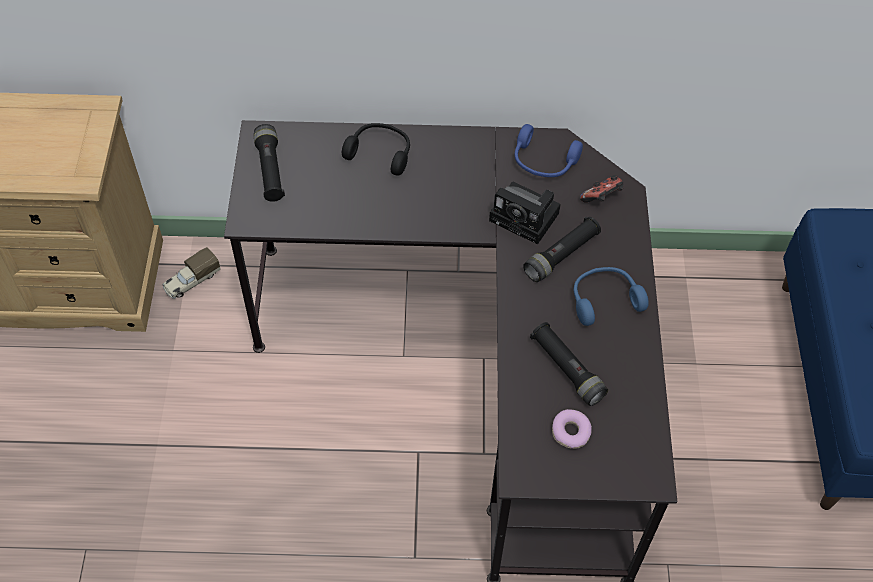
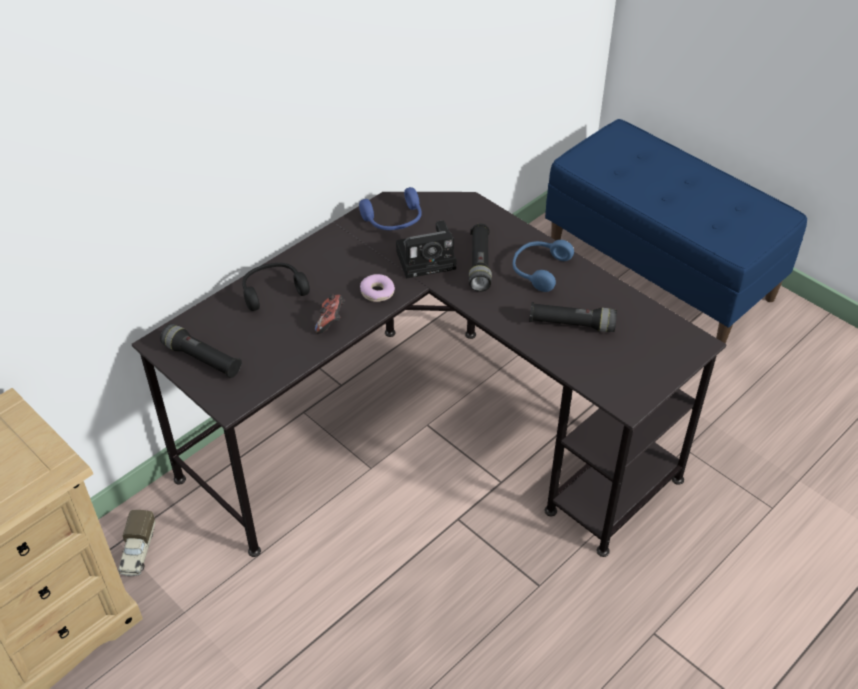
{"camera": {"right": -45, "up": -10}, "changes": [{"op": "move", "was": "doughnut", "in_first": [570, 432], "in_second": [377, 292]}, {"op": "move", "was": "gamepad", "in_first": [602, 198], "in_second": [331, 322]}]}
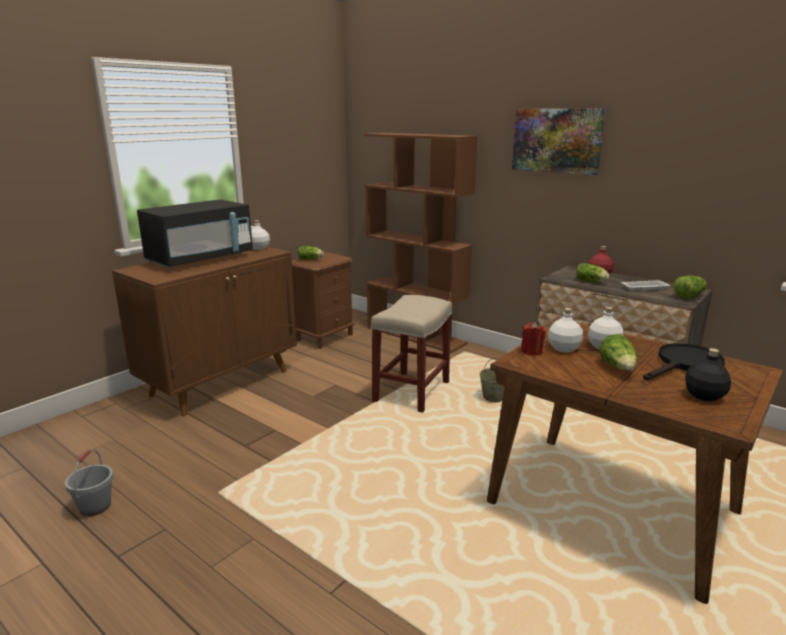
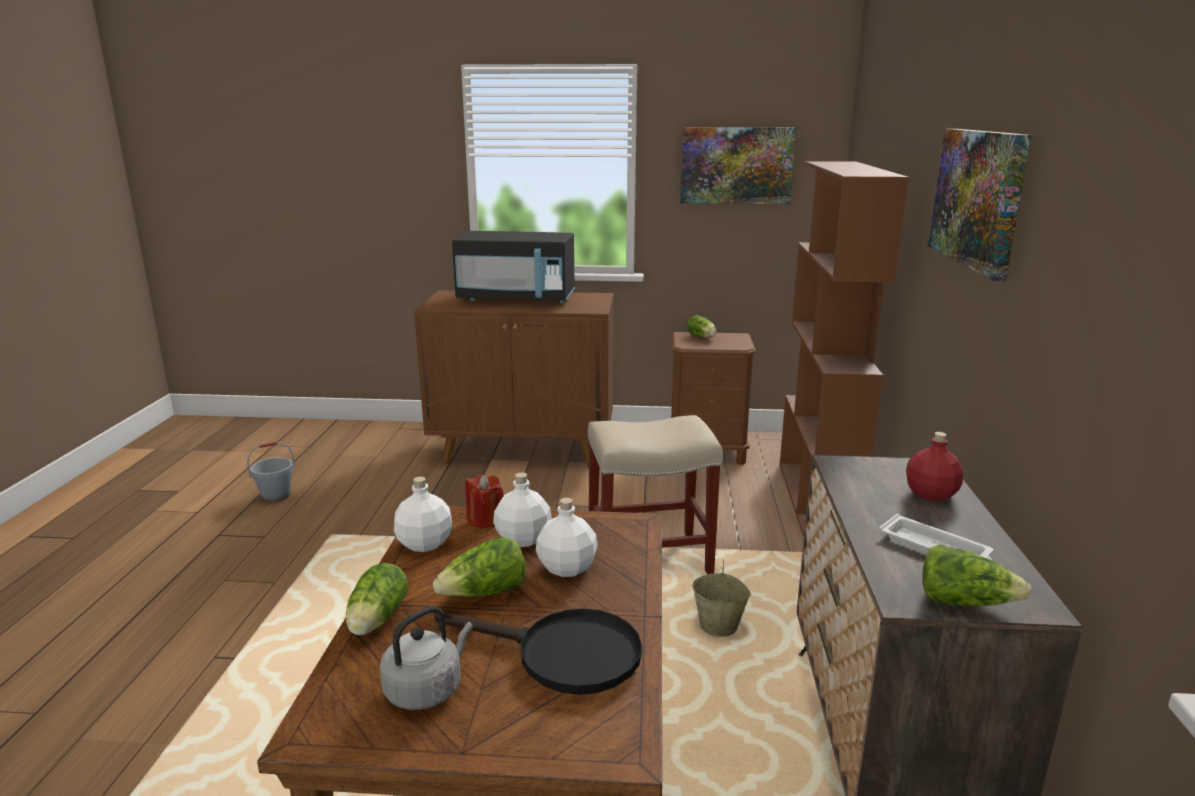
{"camera": {"right": 55, "up": 0}, "changes": [{"op": "move", "was": "bottle/whitish", "in_first": [259, 248], "in_second": [425, 544]}, {"op": "move", "was": "lettuce", "in_first": [591, 282], "in_second": [376, 621]}, {"op": "replace", "was": "bottle/black-coloured", "now": "tea kettle/gray", "in_first": [703, 395], "in_second": [426, 689]}, {"op": "insert", "now": "wall picture", "in_second": [736, 165]}]}
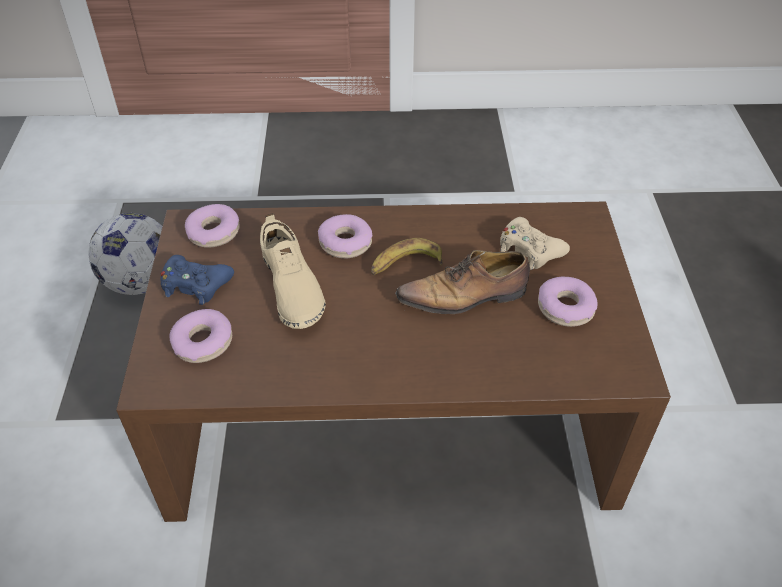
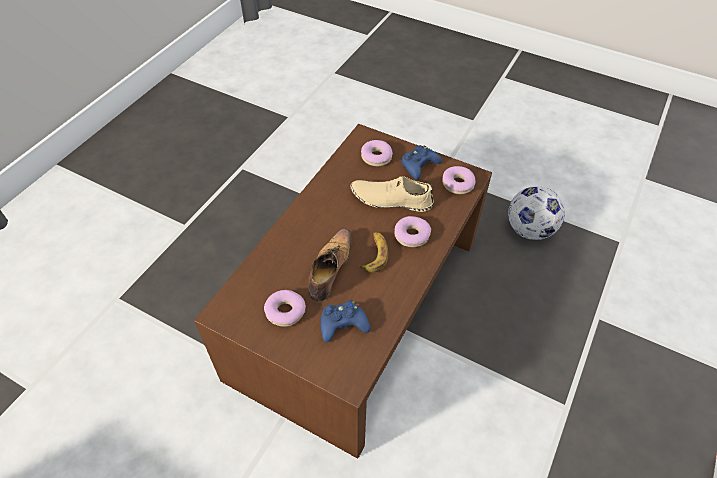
{"camera": {"right": 120, "up": 5}, "changes": [{"op": "recolor", "was": "gamepad/beige", "now": "gamepad/bluish", "in_first": [529, 250], "in_second": [343, 324]}]}
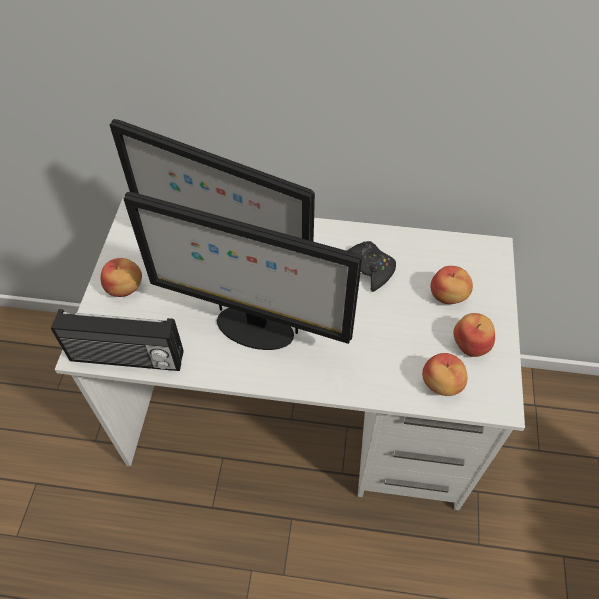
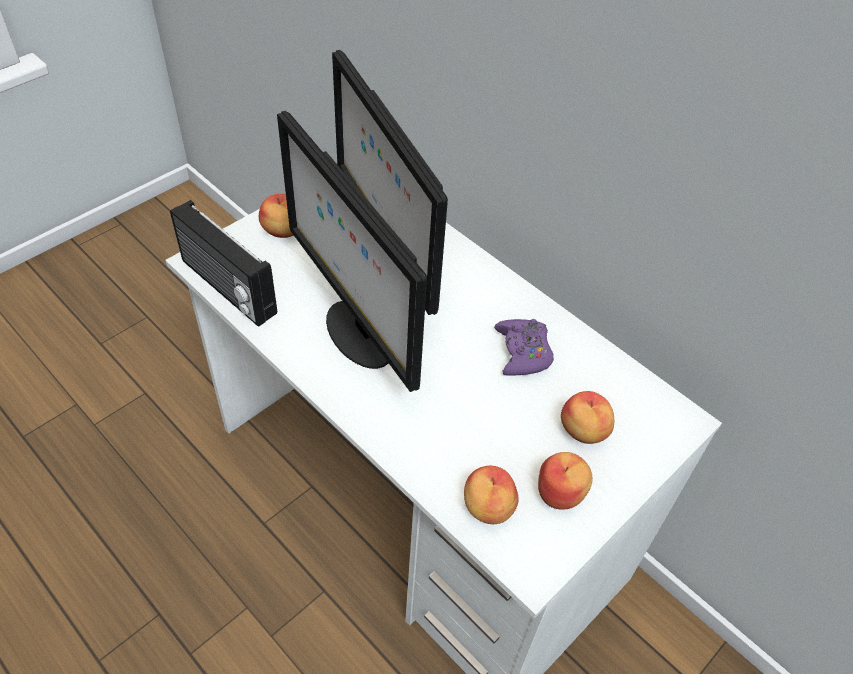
{"camera": {"right": 35, "up": -5}, "changes": [{"op": "recolor", "was": "gamepad/black-coloured", "now": "gamepad/purple-coloured", "in_first": [368, 269], "in_second": [522, 352]}]}
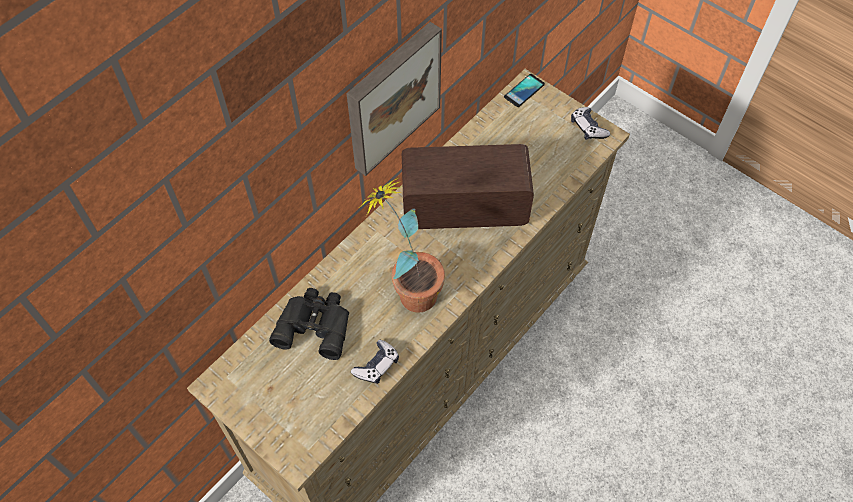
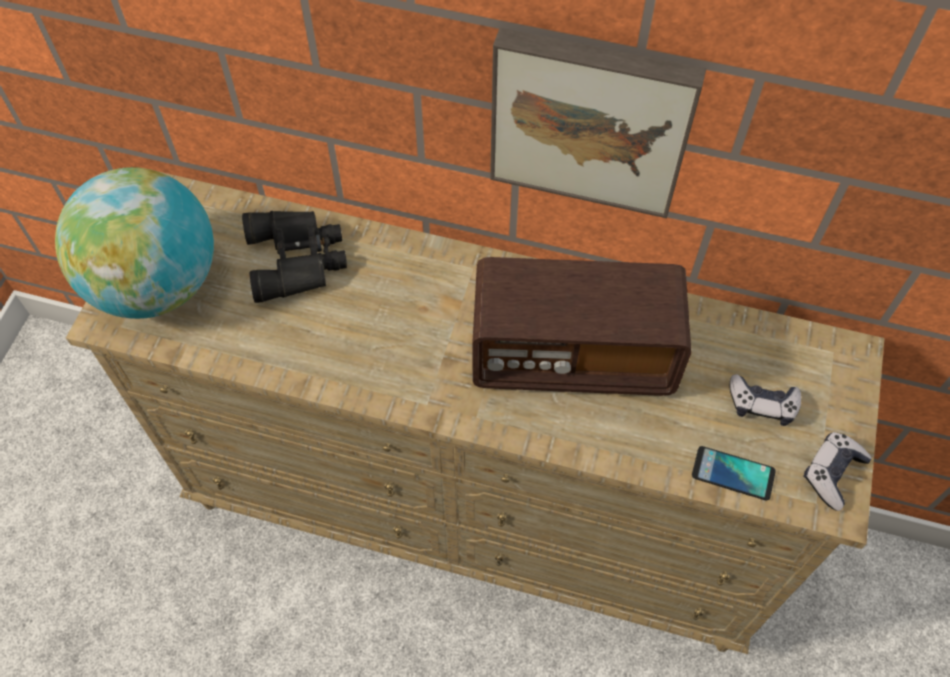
{"camera": {"right": 65, "up": 0}, "changes": [{"op": "move", "was": "gamepad", "in_first": [376, 365], "in_second": [762, 404]}, {"op": "delete", "was": "potted plant", "in_first": [408, 289]}, {"op": "rotate", "was": "radio set", "in_first": [464, 207], "in_second": [572, 356], "clockwise": 120}, {"op": "move", "was": "phone", "in_first": [524, 91], "in_second": [733, 473]}, {"op": "insert", "now": "globe", "in_second": [157, 284]}]}
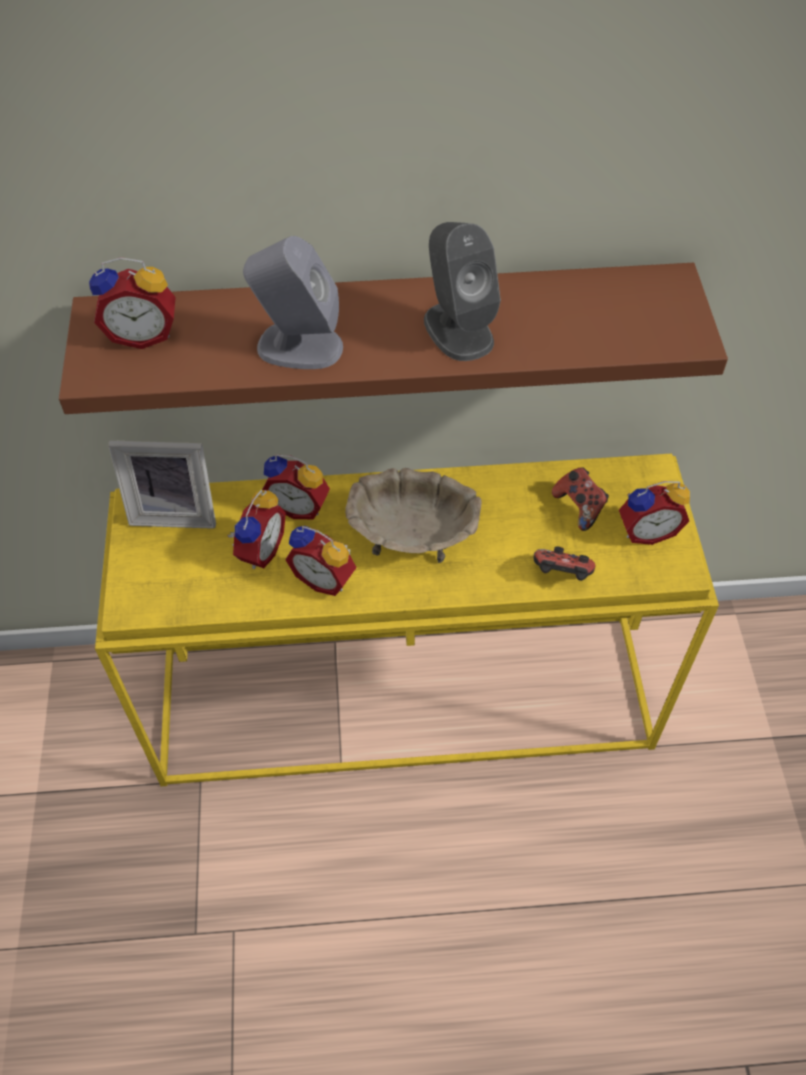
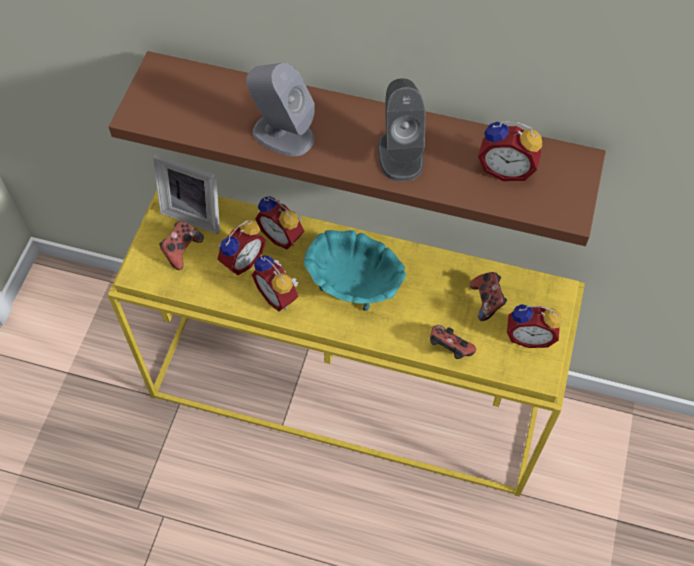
{"camera": {"right": 20, "up": 5}, "changes": [{"op": "move", "was": "bedside clock", "in_first": [143, 334], "in_second": [506, 168]}, {"op": "recolor", "was": "bowl/beige", "now": "bowl/blue-green", "in_first": [413, 535], "in_second": [354, 284]}, {"op": "insert", "now": "gamepad", "in_second": [182, 250]}]}
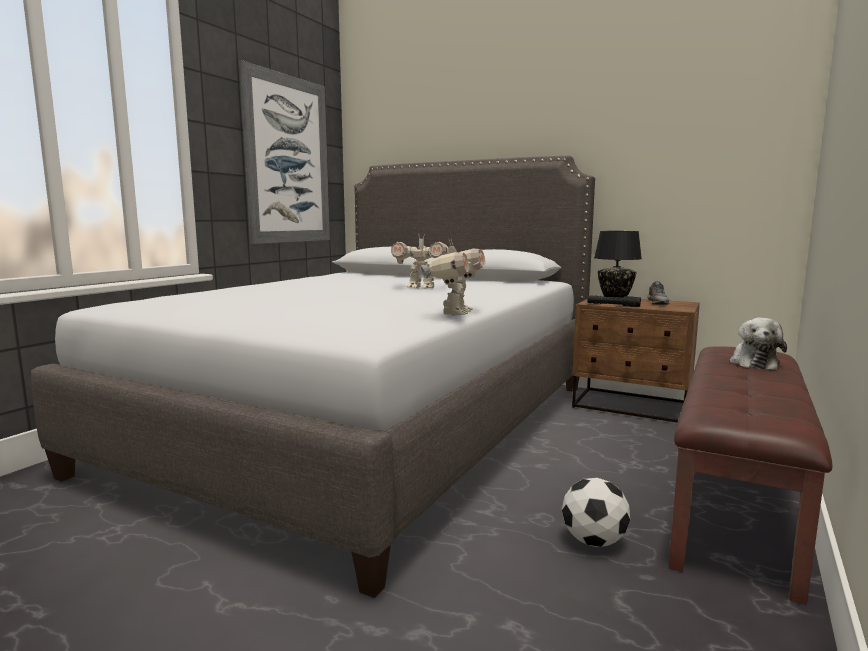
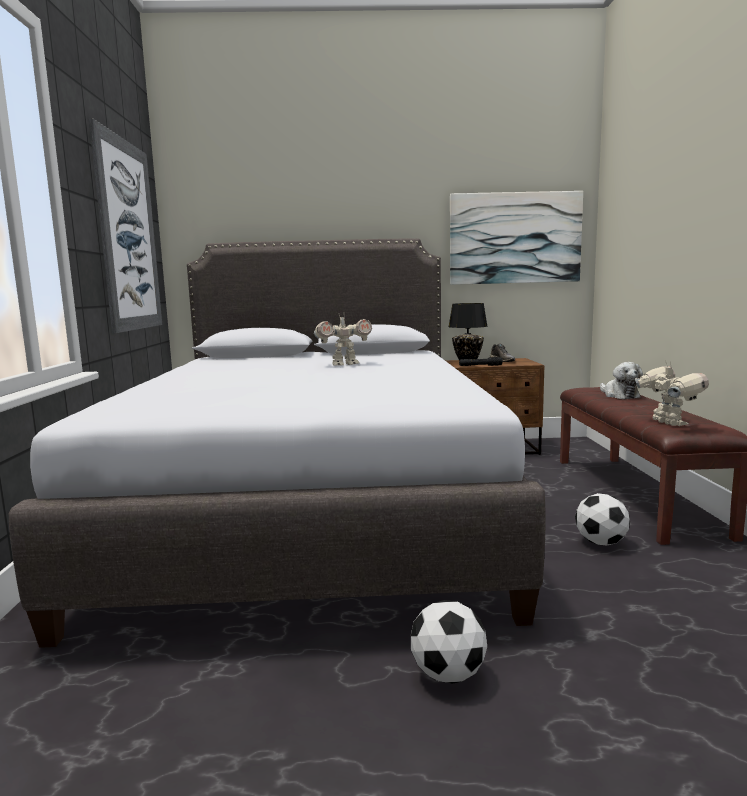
{"camera": {"right": -30, "up": 0}, "changes": [{"op": "move", "was": "robot figure", "in_first": [454, 313], "in_second": [667, 423]}, {"op": "insert", "now": "ball for football", "in_second": [448, 674]}, {"op": "insert", "now": "wall picture", "in_second": [514, 238]}]}
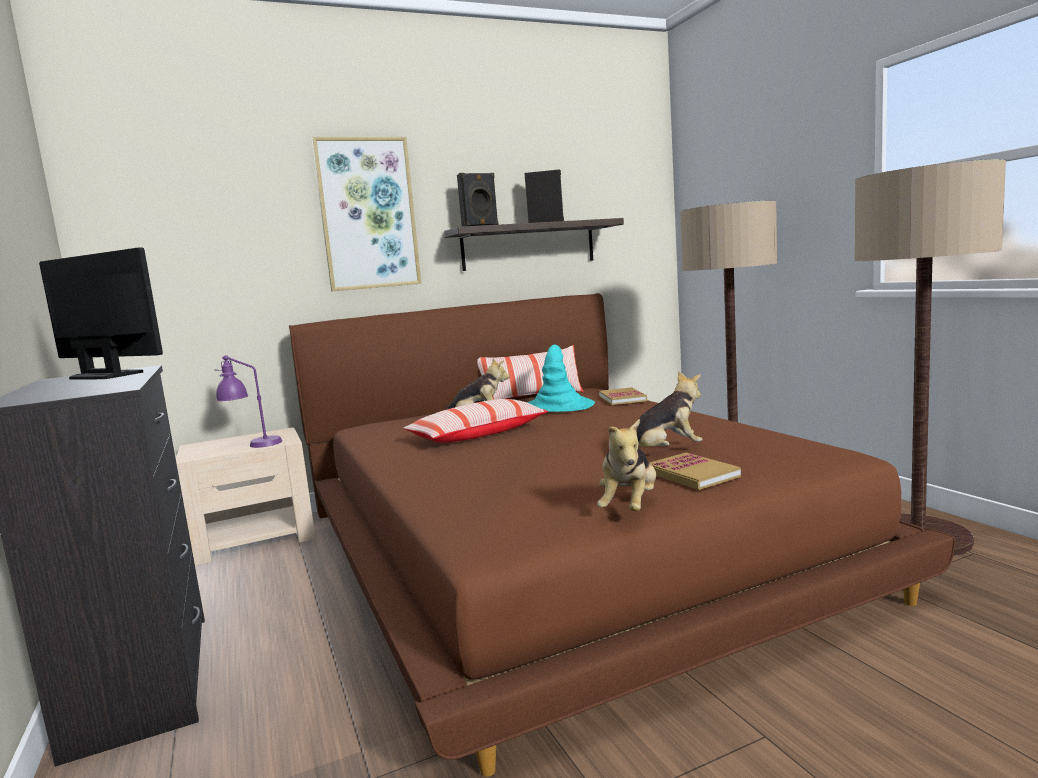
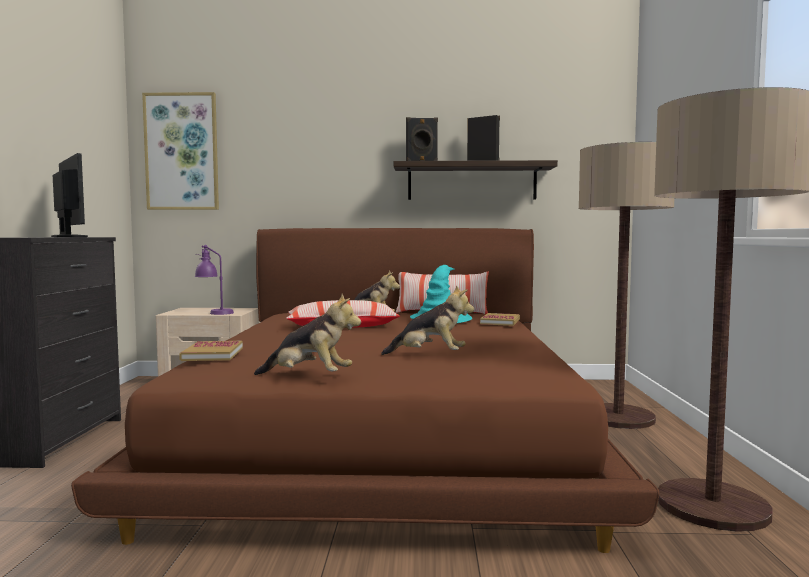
{"camera": {"right": 25, "up": -5}, "changes": [{"op": "move", "was": "wall picture", "in_first": [368, 214], "in_second": [182, 152]}, {"op": "rotate", "was": "soft toy", "in_first": [630, 507], "in_second": [309, 377], "clockwise": -120}, {"op": "move", "was": "book", "in_first": [691, 474], "in_second": [212, 354]}]}
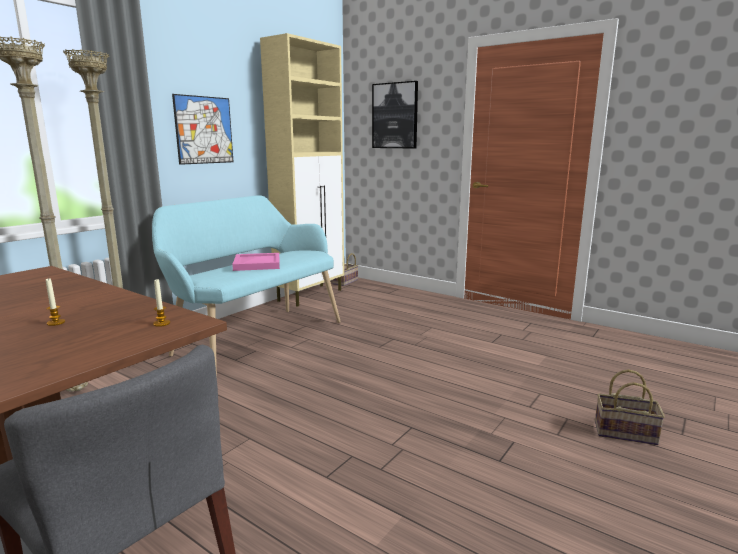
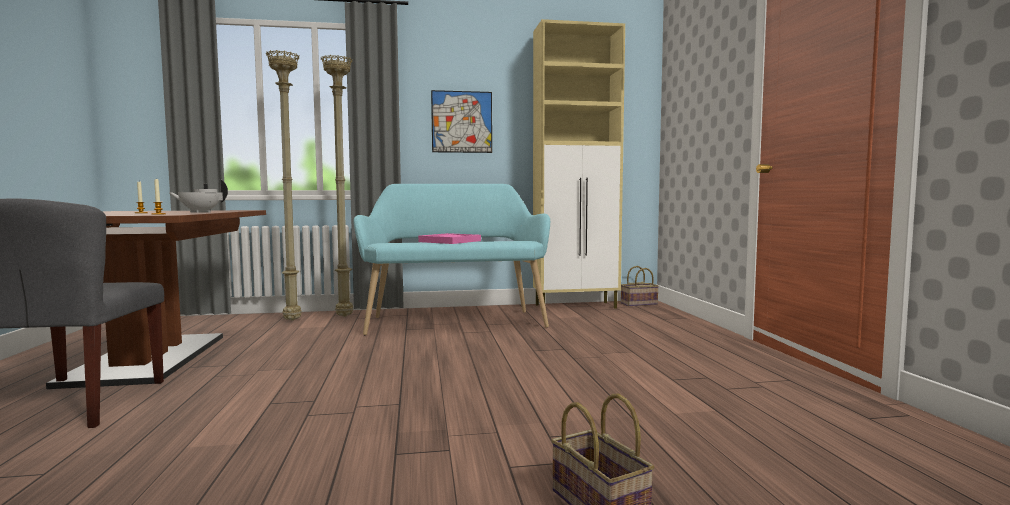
{"camera": {"right": 45, "up": -10}, "changes": [{"op": "delete", "was": "wall picture", "in_first": [395, 116]}, {"op": "insert", "now": "pot for tea/whitish", "in_second": [200, 212]}]}
